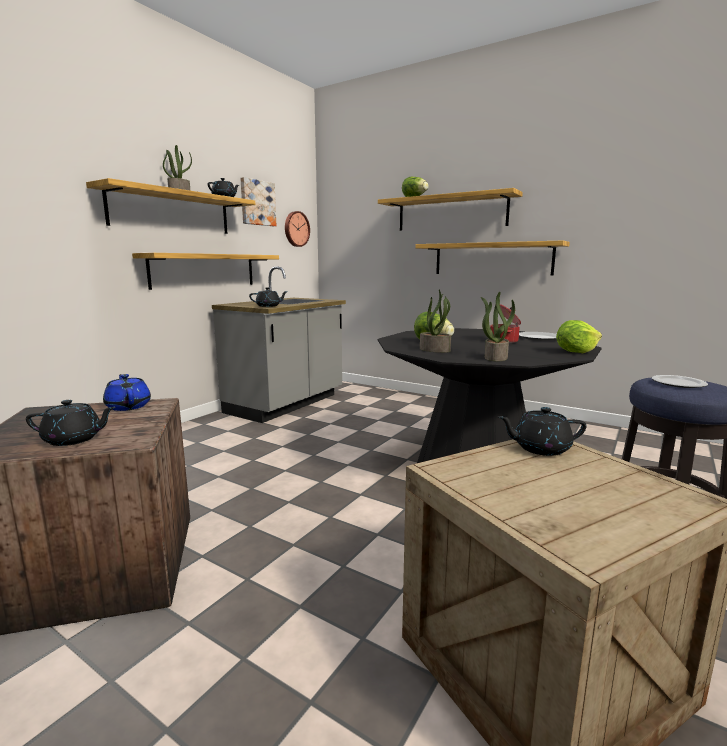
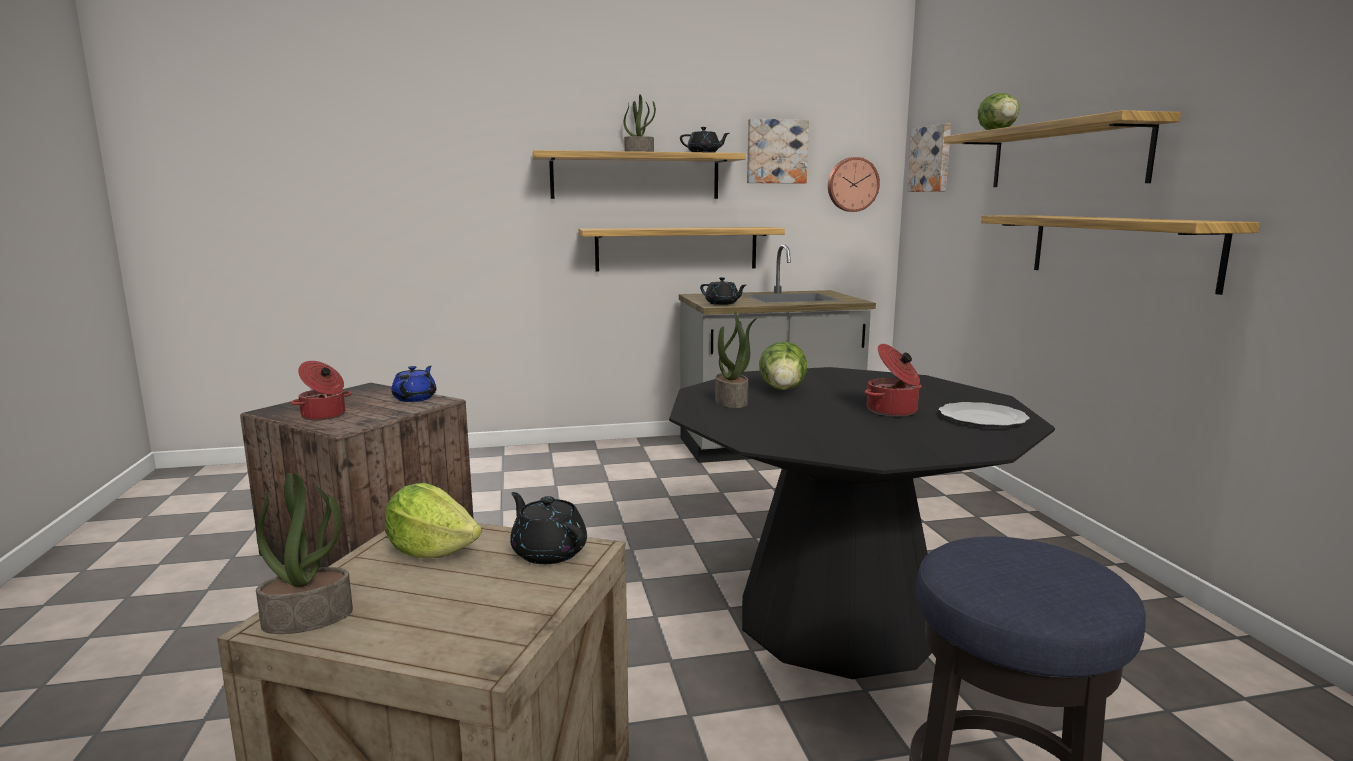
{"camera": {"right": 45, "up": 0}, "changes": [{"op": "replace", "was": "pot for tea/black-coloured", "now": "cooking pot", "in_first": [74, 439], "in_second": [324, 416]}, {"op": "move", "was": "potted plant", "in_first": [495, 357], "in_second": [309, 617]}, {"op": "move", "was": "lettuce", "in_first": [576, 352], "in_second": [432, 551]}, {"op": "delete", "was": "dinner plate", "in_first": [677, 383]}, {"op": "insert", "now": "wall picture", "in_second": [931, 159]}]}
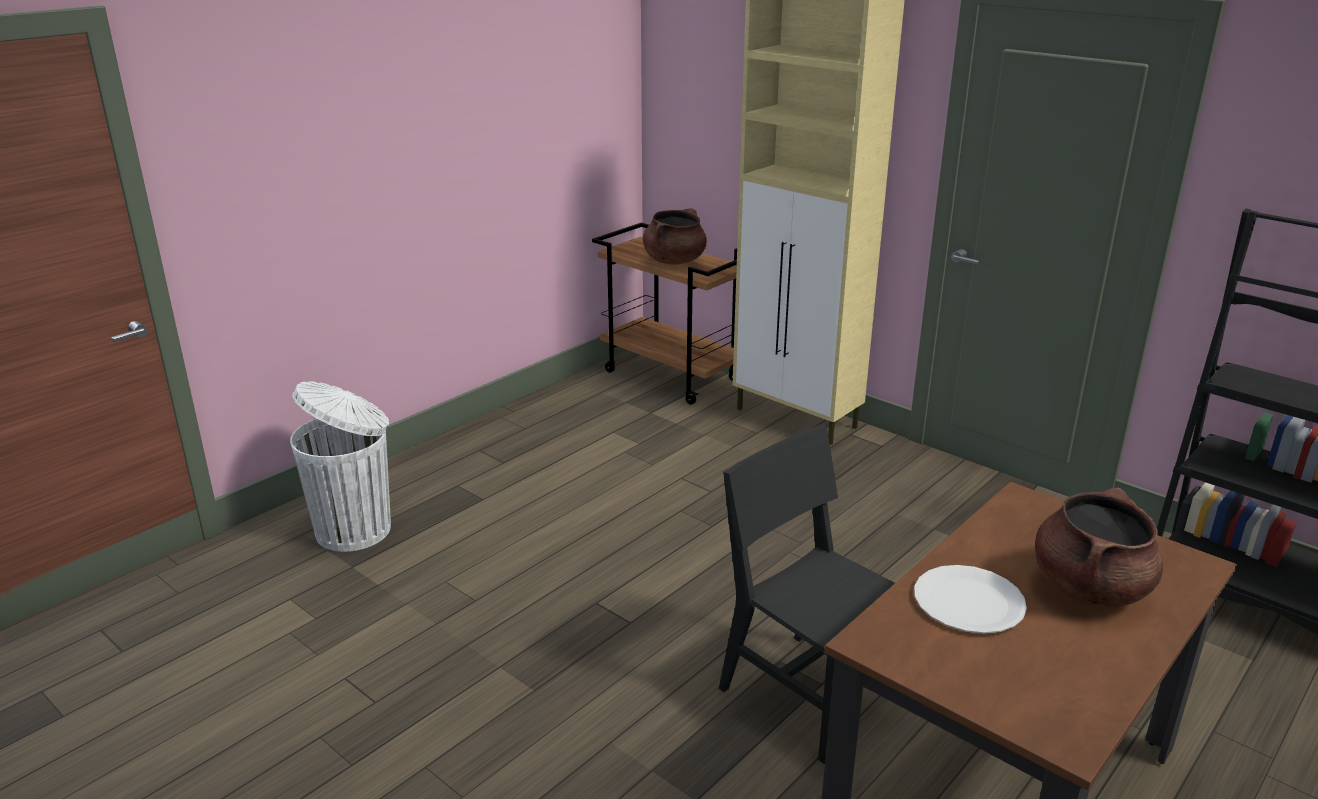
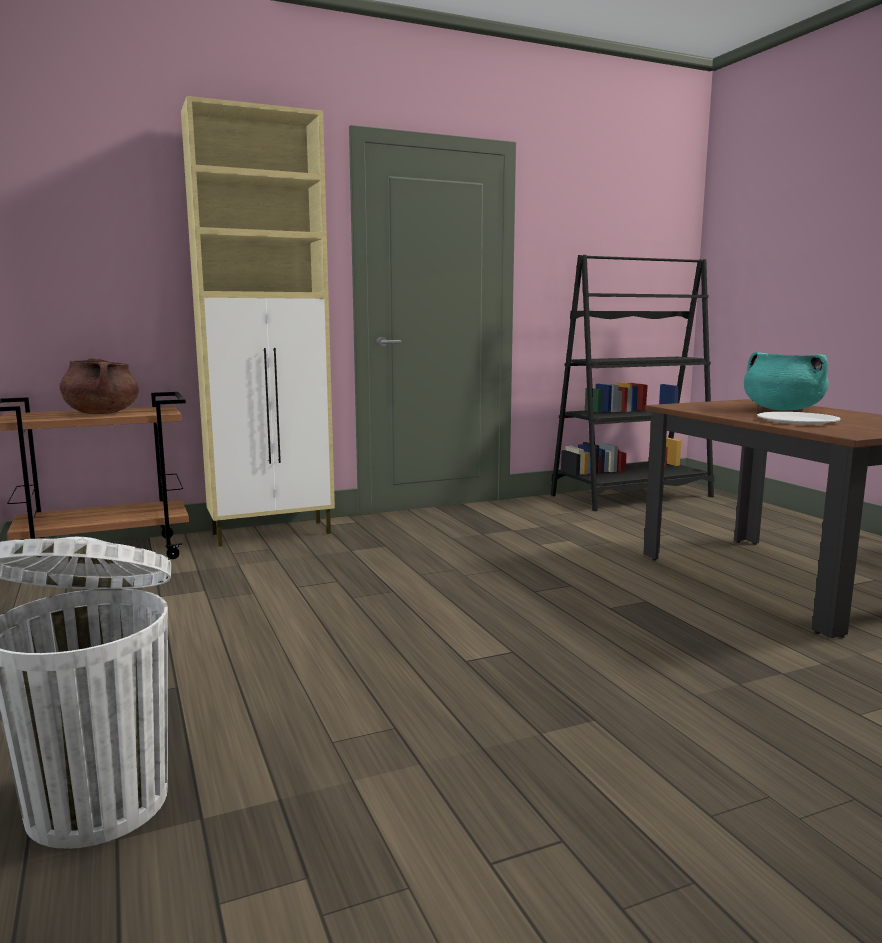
{"camera": {"right": -65, "up": -15}, "changes": [{"op": "delete", "was": "plain chair/black-coloured", "in_first": [811, 695]}, {"op": "recolor", "was": "cooking pot/brown-coloured", "now": "cooking pot/blue-green", "in_first": [1089, 588], "in_second": [781, 409]}]}
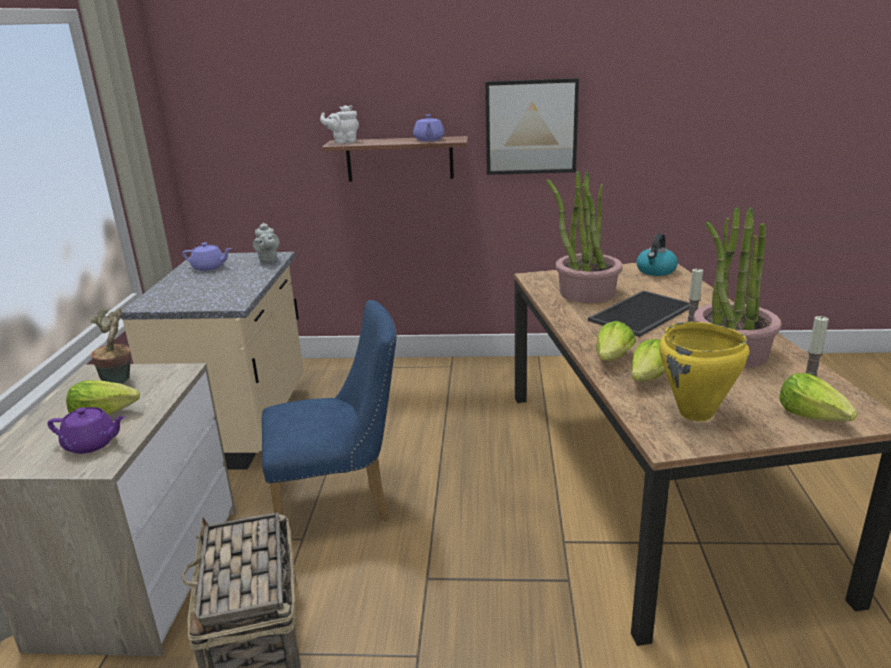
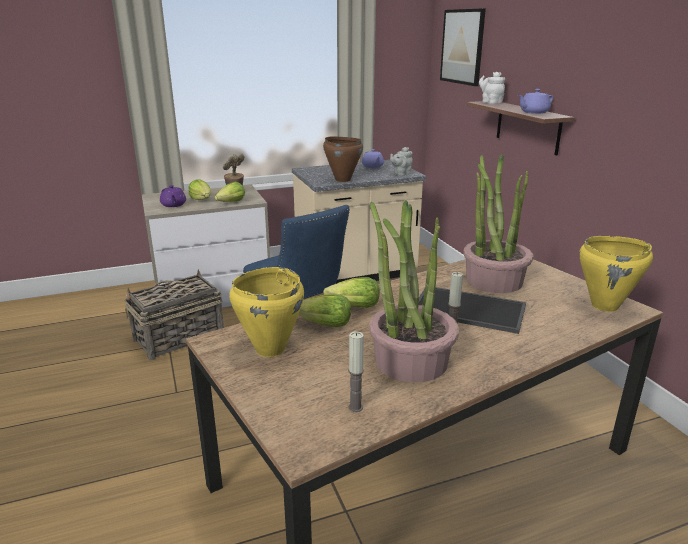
{"camera": {"right": 65, "up": 0}, "changes": [{"op": "move", "was": "wall picture", "in_first": [531, 127], "in_second": [462, 47]}, {"op": "replace", "was": "tea kettle", "now": "cooking pot/yellowish", "in_first": [656, 271], "in_second": [605, 306]}, {"op": "move", "was": "lettuce", "in_first": [812, 416], "in_second": [231, 202]}, {"op": "insert", "now": "cooking pot/brown-coloured", "in_second": [342, 180]}]}
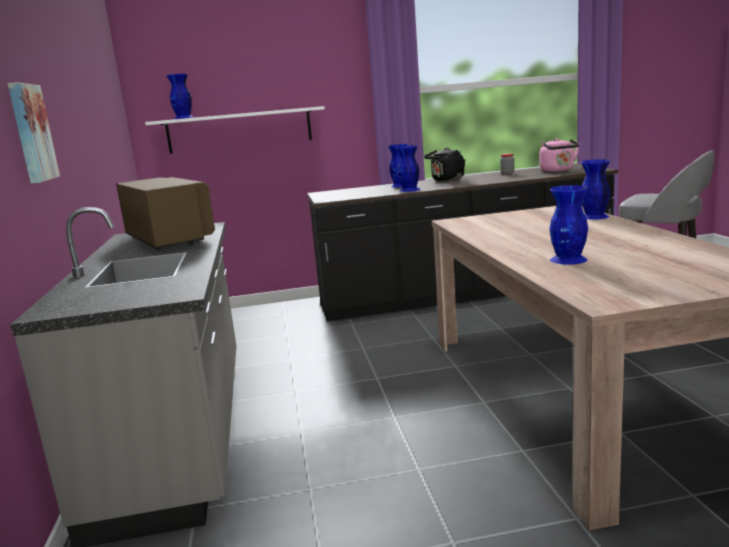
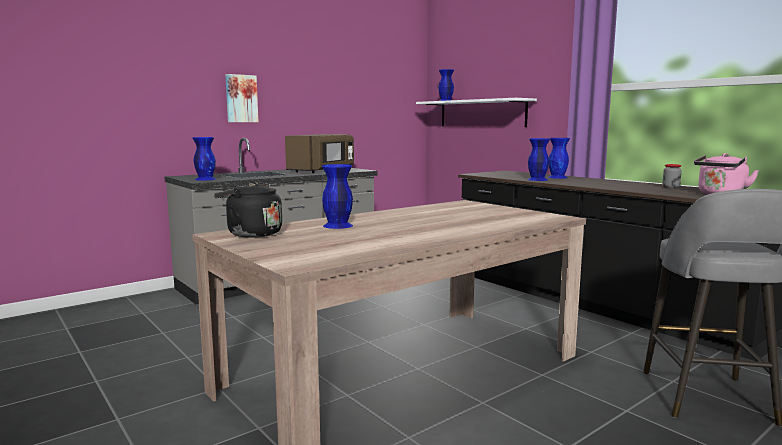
{"camera": {"right": 60, "up": -5}, "changes": [{"op": "move", "was": "tea kettle/black-coloured", "in_first": [446, 180], "in_second": [251, 234]}, {"op": "move", "was": "vase/bluish", "in_first": [594, 216], "in_second": [205, 179]}]}
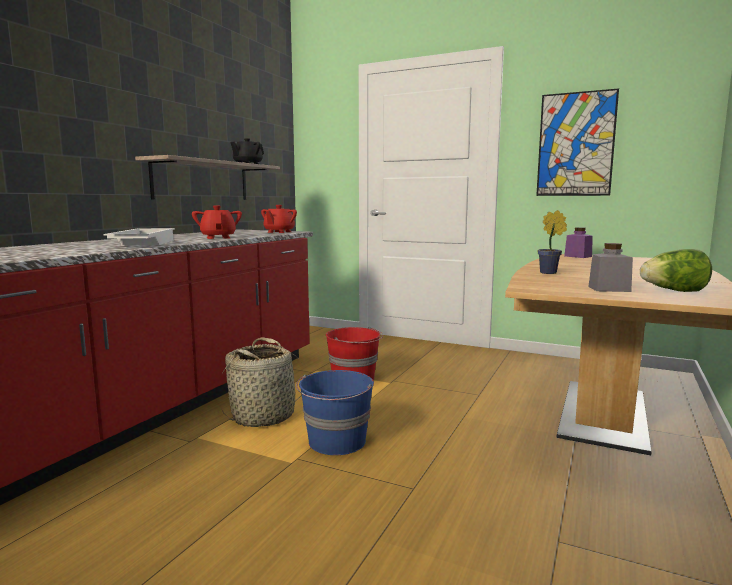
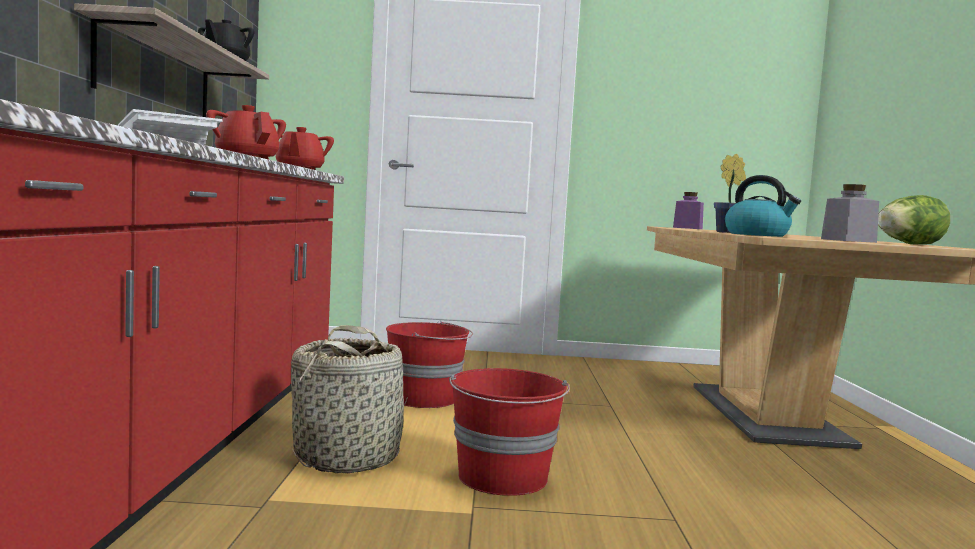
{"camera": {"right": -25, "up": -5}, "changes": [{"op": "recolor", "was": "water bucket/bluish", "now": "water bucket/red-coloured", "in_first": [337, 442], "in_second": [503, 478]}, {"op": "delete", "was": "wall picture", "in_first": [575, 144]}, {"op": "insert", "now": "tea kettle", "in_second": [758, 235]}]}
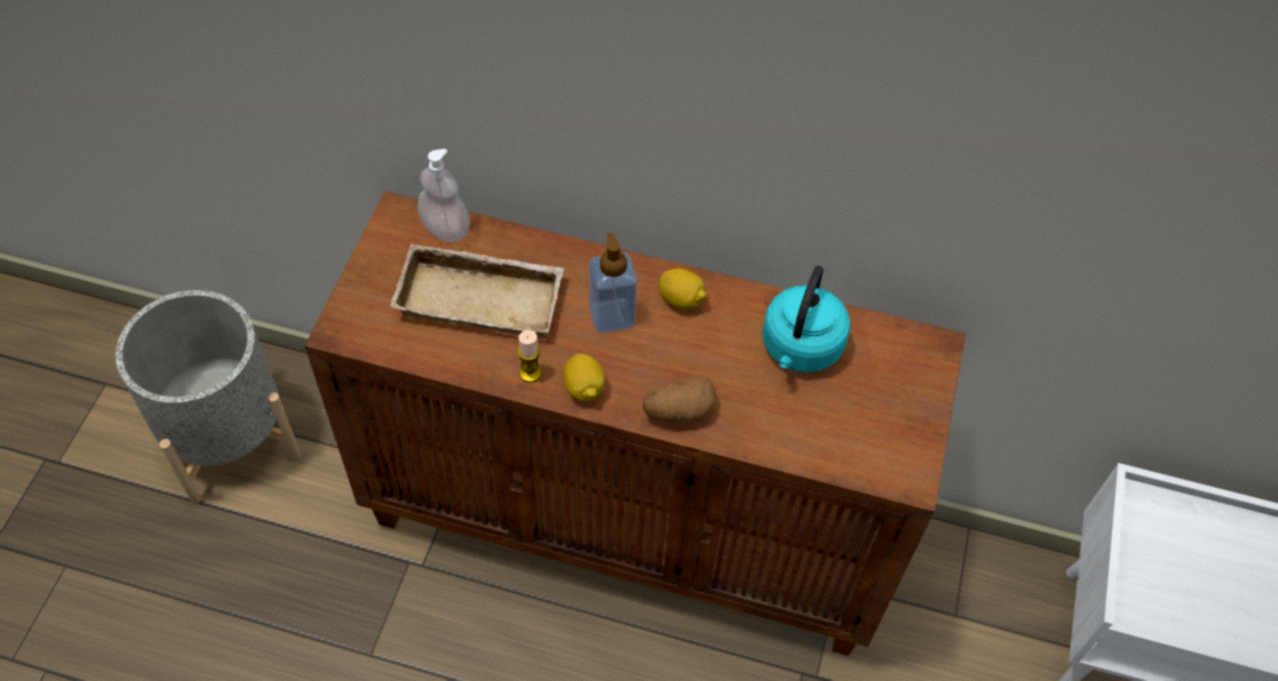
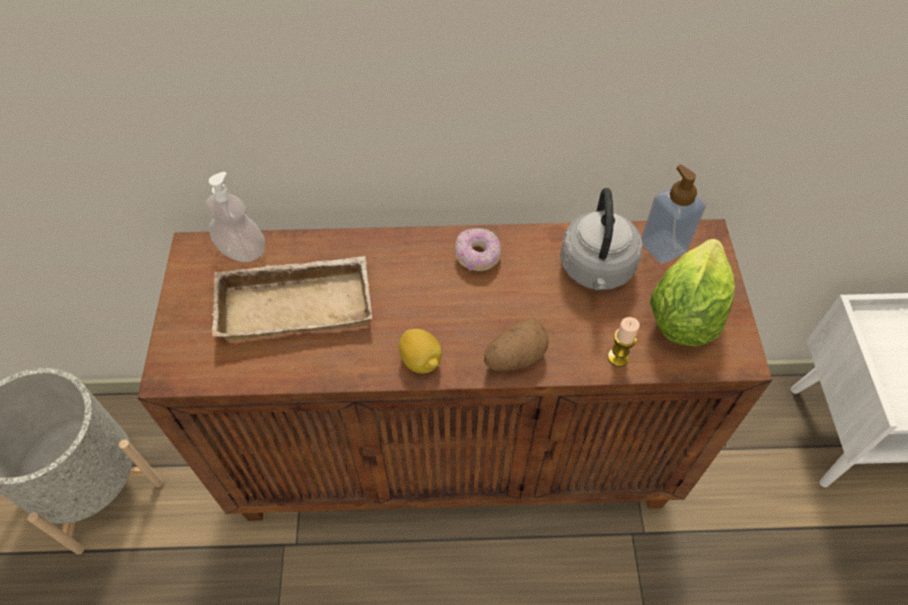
{"camera": {"right": -15, "up": 0}, "changes": [{"op": "move", "was": "wax light", "in_first": [530, 373], "in_second": [618, 357]}, {"op": "move", "was": "soap dispenser", "in_first": [612, 316], "in_second": [663, 247]}, {"op": "replace", "was": "citrus fruit", "now": "doughnut", "in_first": [681, 300], "in_second": [477, 256]}, {"op": "recolor", "was": "tea kettle/blue-green", "now": "tea kettle/gray", "in_first": [800, 349], "in_second": [596, 270]}, {"op": "insert", "now": "lettuce", "in_second": [684, 315]}]}
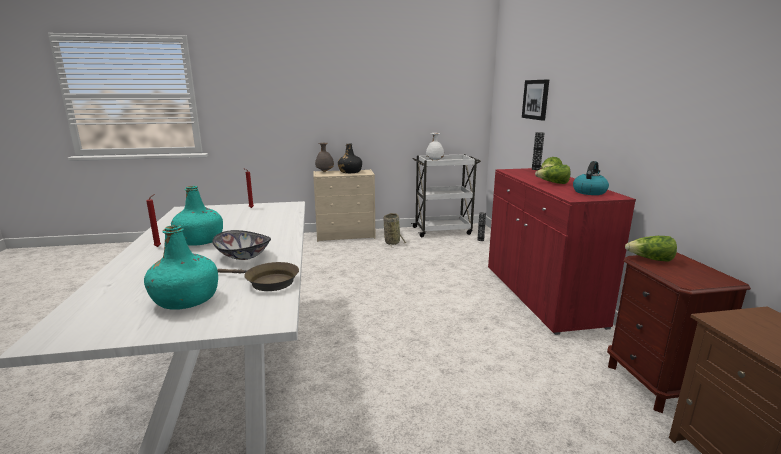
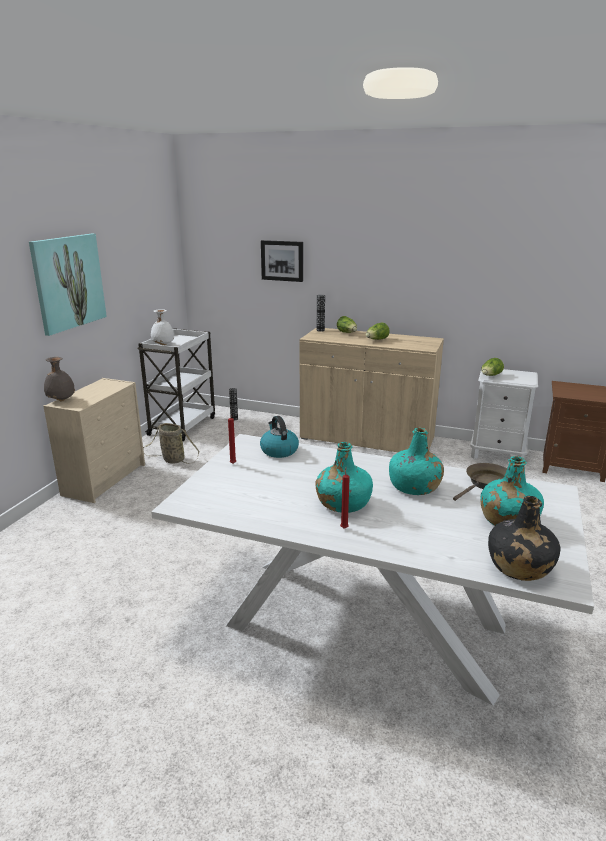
{"camera": {"right": -60, "up": 5}, "changes": [{"op": "replace", "was": "bowl", "now": "bottle/blue-green", "in_first": [243, 256], "in_second": [414, 487]}, {"op": "move", "was": "bottle/black-coloured", "in_first": [350, 172], "in_second": [518, 566]}, {"op": "recolor", "was": "cupboard/red-coloured", "now": "cupboard/beige", "in_first": [540, 295], "in_second": [367, 439]}, {"op": "move", "was": "tea kettle", "in_first": [589, 192], "in_second": [278, 450]}, {"op": "recolor", "was": "bedside table/brown-coloured", "now": "bedside table/whitish", "in_first": [654, 384], "in_second": [497, 454]}, {"op": "insert", "now": "wall picture", "in_second": [69, 282]}]}
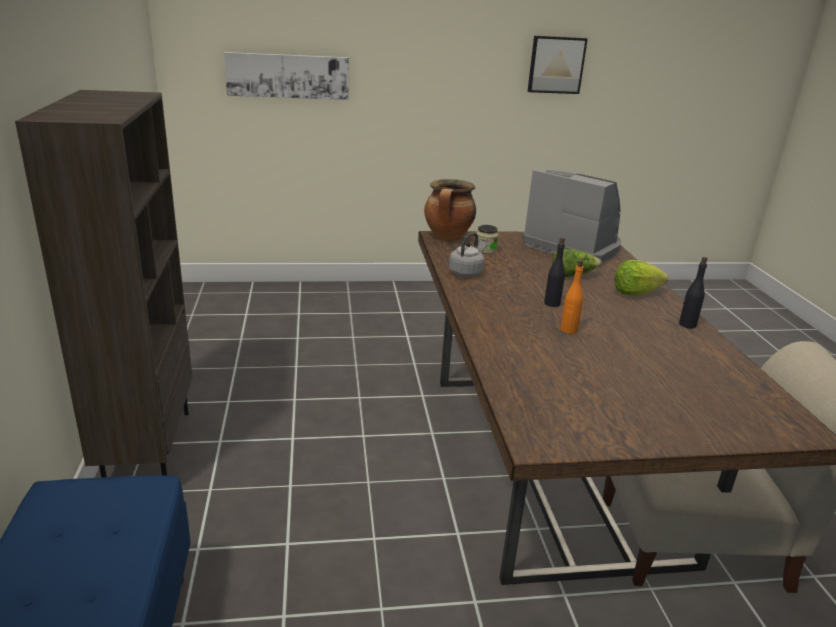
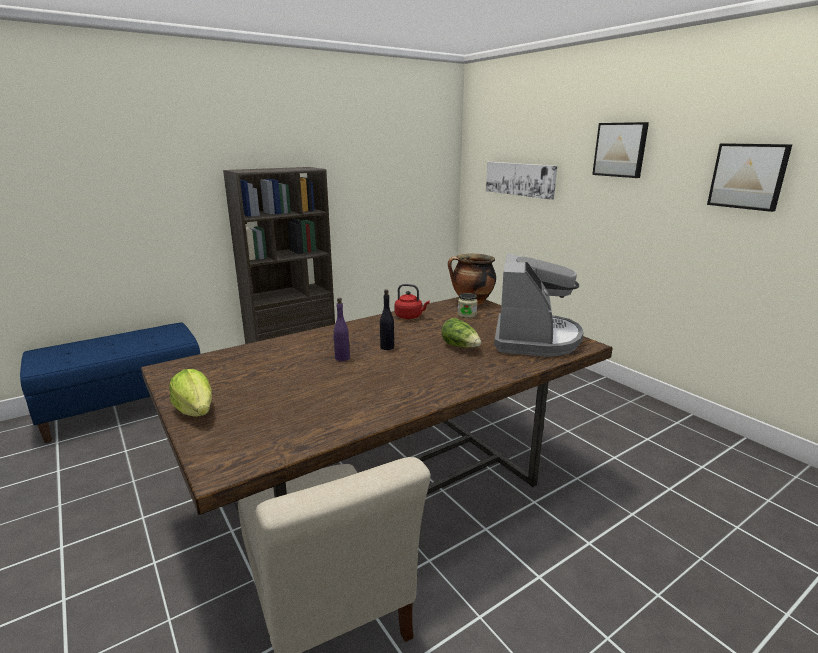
{"camera": {"right": 65, "up": -5}, "changes": [{"op": "recolor", "was": "tea kettle/gray", "now": "tea kettle/red-coloured", "in_first": [466, 272], "in_second": [410, 316]}, {"op": "recolor", "was": "bottle/orangey", "now": "bottle/purple-coloured", "in_first": [568, 330], "in_second": [342, 358]}, {"op": "move", "was": "lettuce", "in_first": [635, 293], "in_second": [196, 411]}, {"op": "delete", "was": "bottle/black-coloured", "in_first": [687, 324]}, {"op": "insert", "now": "wall picture", "in_second": [620, 149]}]}
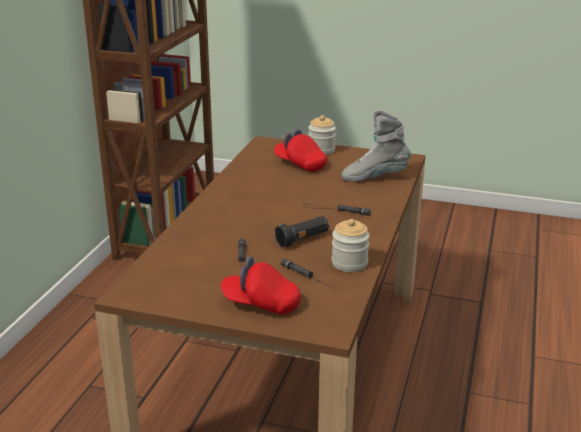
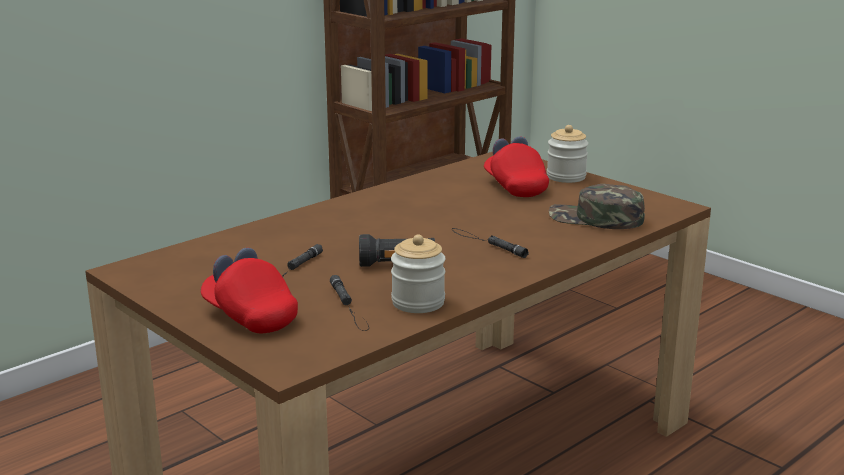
{"camera": {"right": 30, "up": -5}, "changes": [{"op": "replace", "was": "boot/gray", "now": "baseball cap/greenish", "in_first": [374, 177], "in_second": [595, 218]}]}
